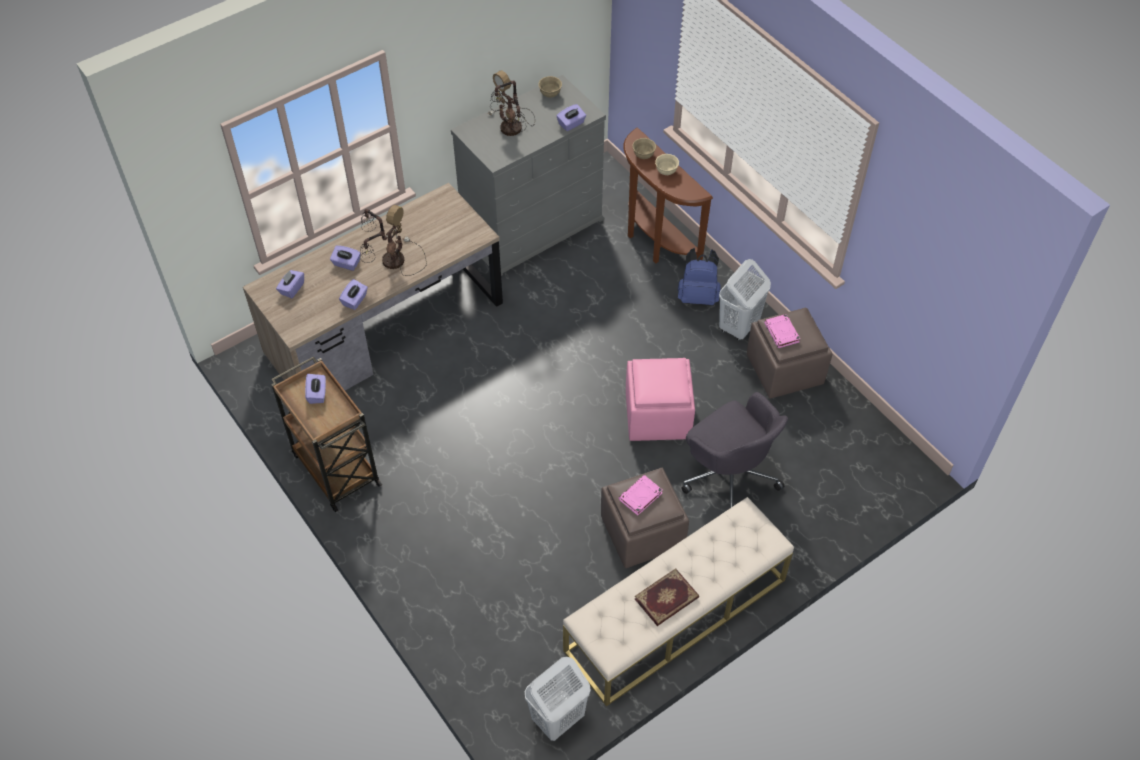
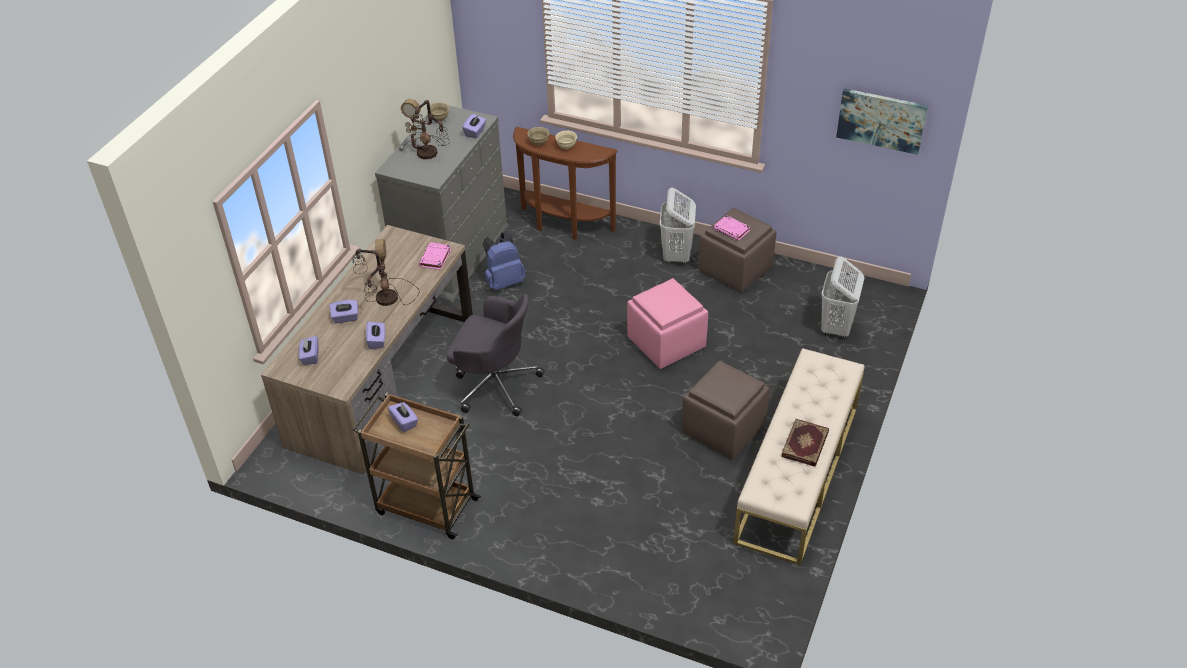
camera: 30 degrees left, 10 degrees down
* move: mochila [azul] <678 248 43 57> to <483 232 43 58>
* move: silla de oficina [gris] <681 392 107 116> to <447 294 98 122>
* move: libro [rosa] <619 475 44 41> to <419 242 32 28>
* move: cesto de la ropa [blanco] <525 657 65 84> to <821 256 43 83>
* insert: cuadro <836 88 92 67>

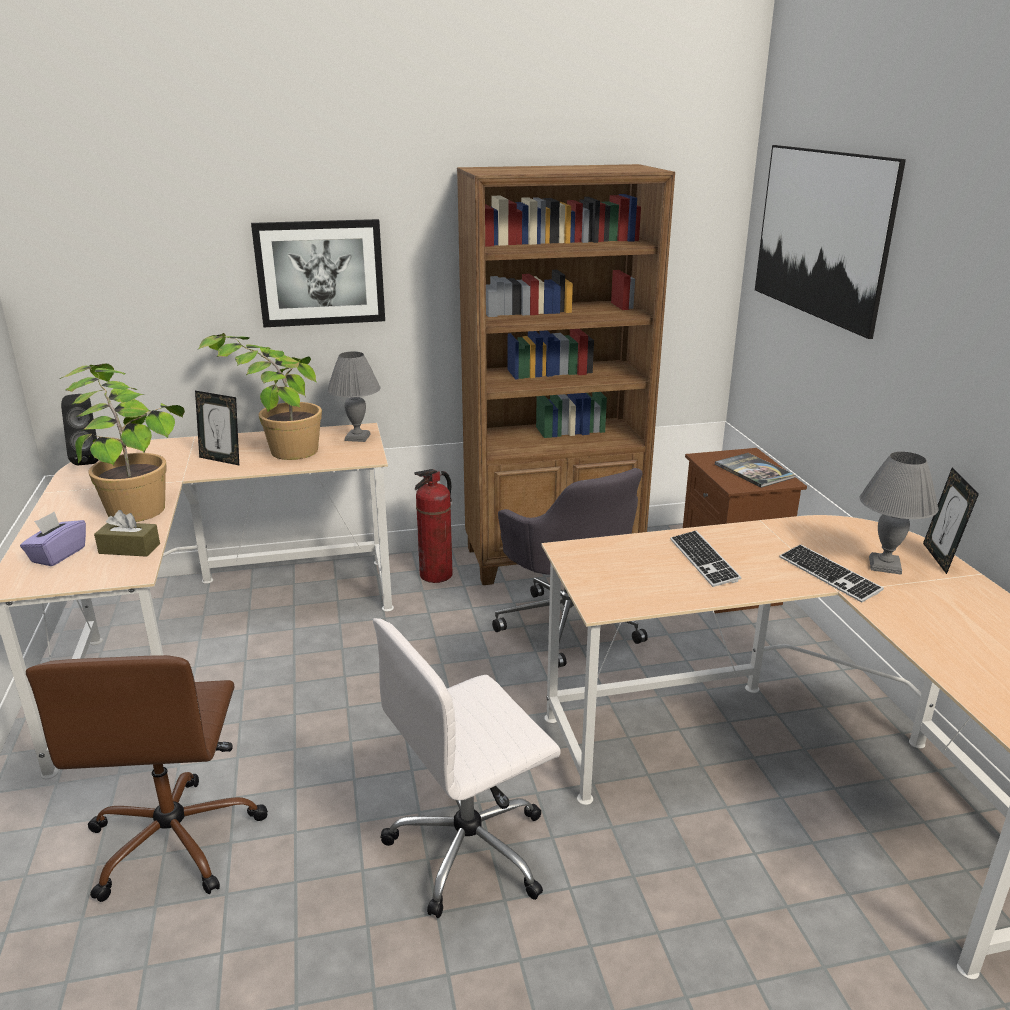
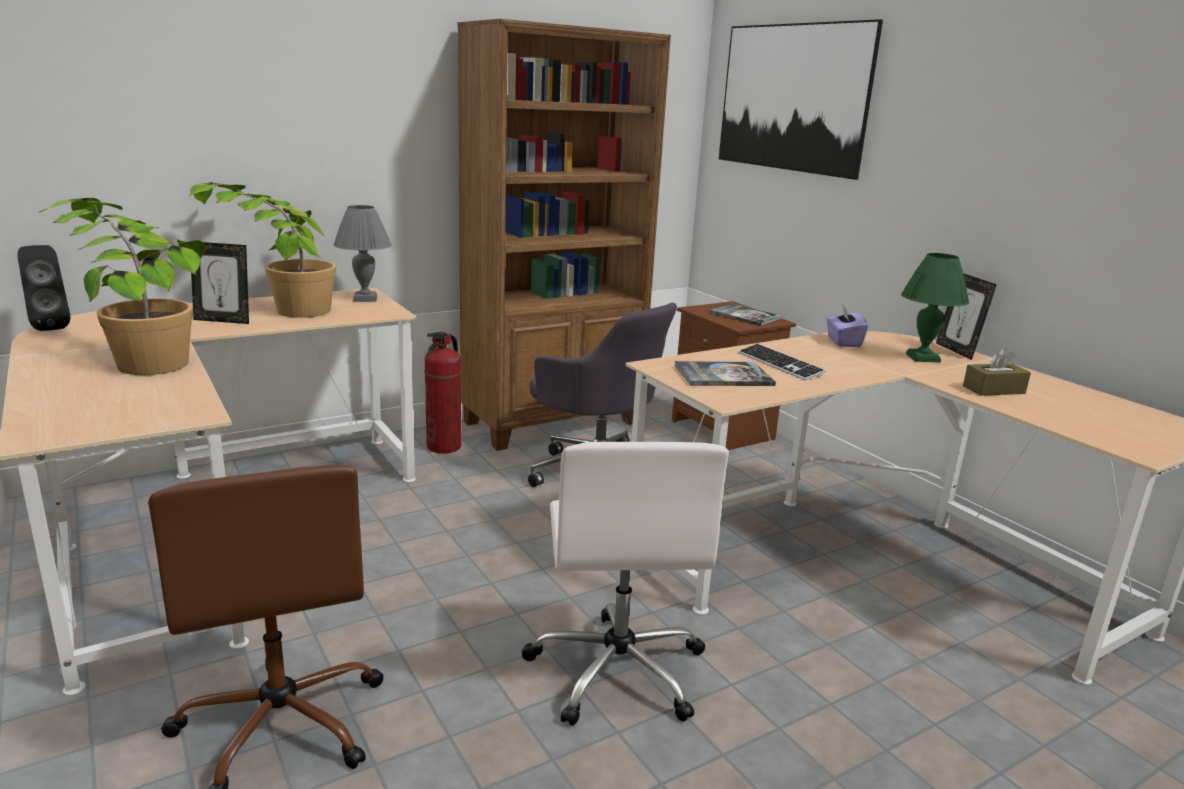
camera: 20 degrees left, 5 degrees down
* delete: cuadro <251 219 134 109>
* recolor: lámpara de mesa [gris] <860 452 79 123> to lámpara de mesa [verde] <901 253 68 110>
* move: caja de pañuelos [marrón] <94 510 66 47> to <963 348 68 48>
* move: caja de pañuelos [morado] <20 512 66 54> to <826 304 42 43>
* delete: teclado <780 544 104 58>
* rotate: silla de oficina [blanco] <373 618 187 300> = <522 442 207 284> 45 degrees counterclockwise
* insert: libro <675 361 101 25>

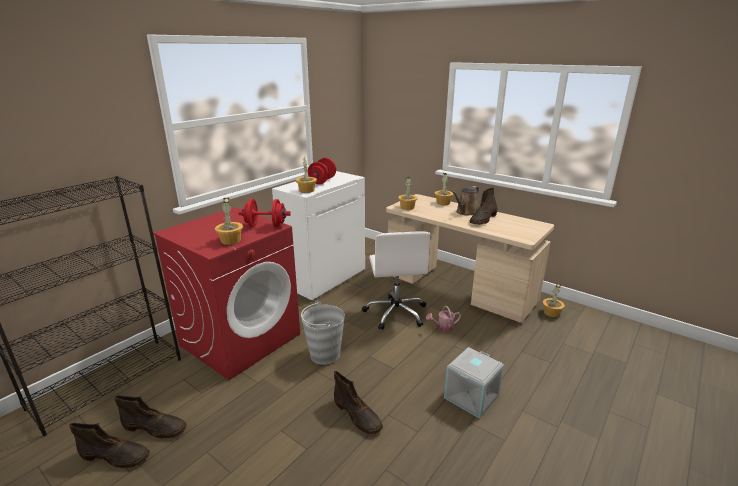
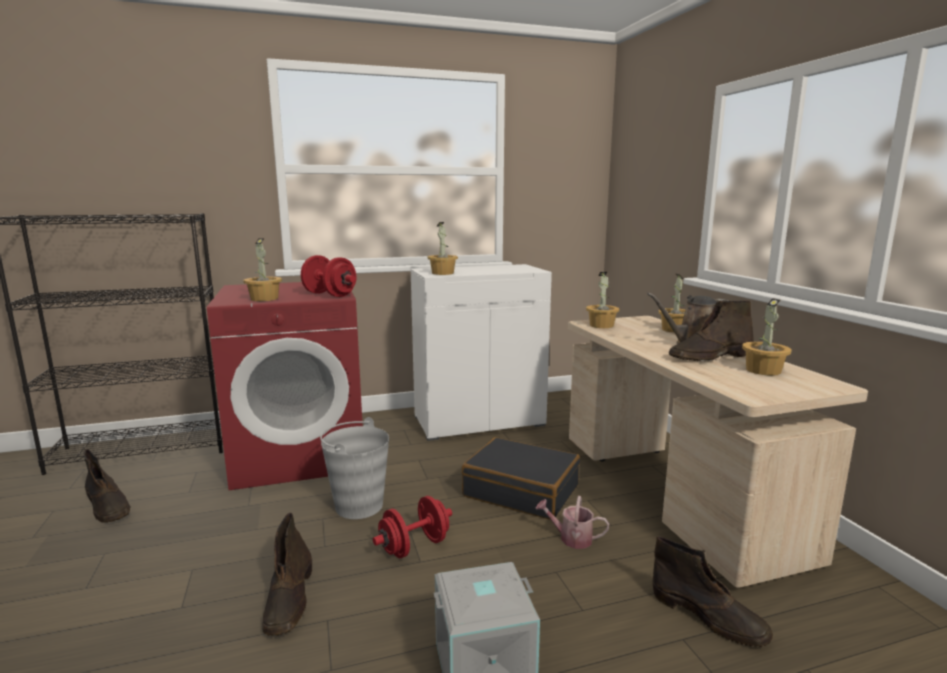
camera: 35 degrees right, 10 degrees down
* move: mancuerna [rojo] <308 158 28 26> to <373 496 79 62>
* replace: silla de oficina [blanco] <362 231 69 99> to maleta [negro] <462 437 118 83>
* move: planta en maceta <543 283 22 34> to <742 298 50 78>
* move: bota [marrón] <69 423 81 45> to <653 536 120 111>

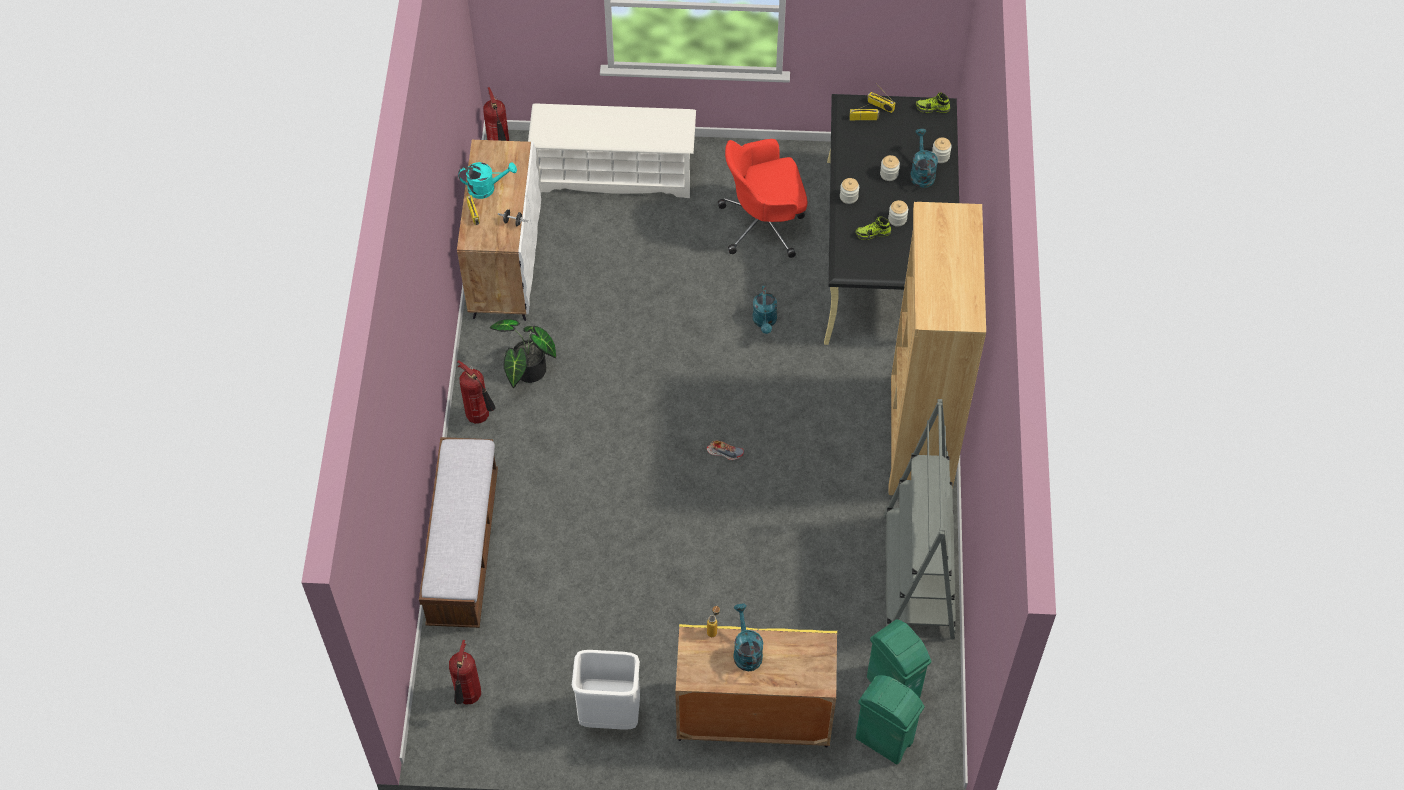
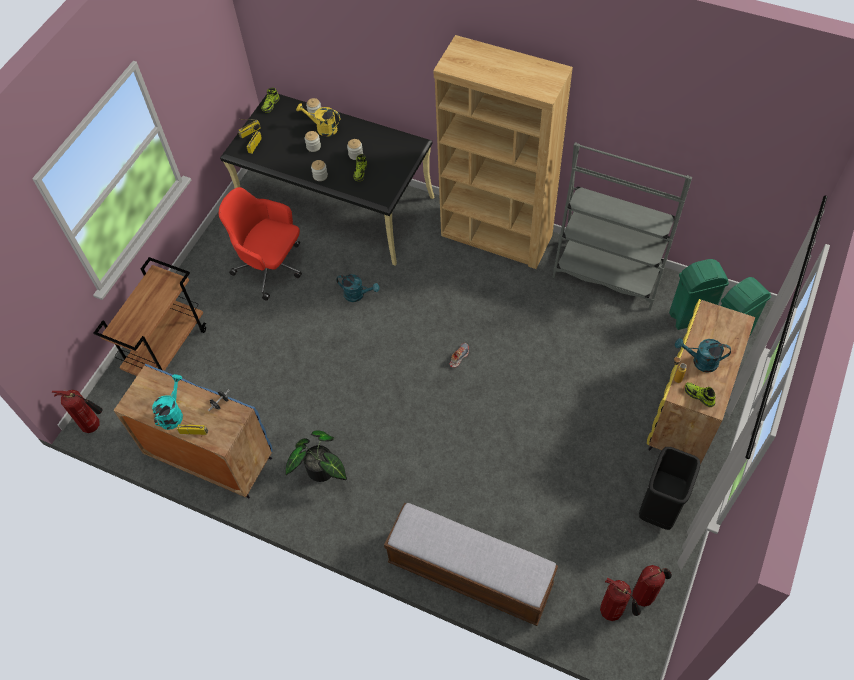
camera: 65 degrees left, 0 degrees up
* replace: zapatero [blanco] <528 103 168 95> to carrito [marrón] <94 257 112 119>
* recolor: regadera [turquesa] <910 129 28 59> to regadera [amarillo] <296 103 45 34>
* rotate: silla de oficina [rojo] <718 139 89 119> = <219 187 83 114> 105 degrees clockwise
* recolor: armario [blanco] <457 140 84 181> to armario [azul] <113 364 160 135>
* move: extintor <457 360 38 64> to <632 565 40 42>
* recolor: papelera [blanco] <572 650 68 80> to papelera [negro] <639 447 61 83>
* insert: zapato <685 382 30 25>

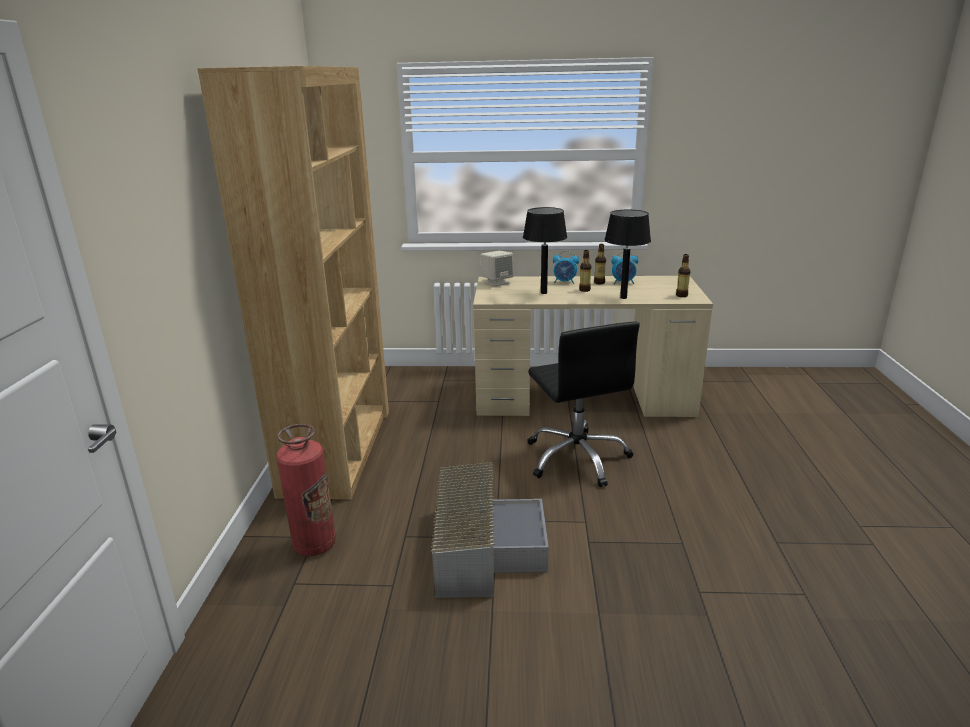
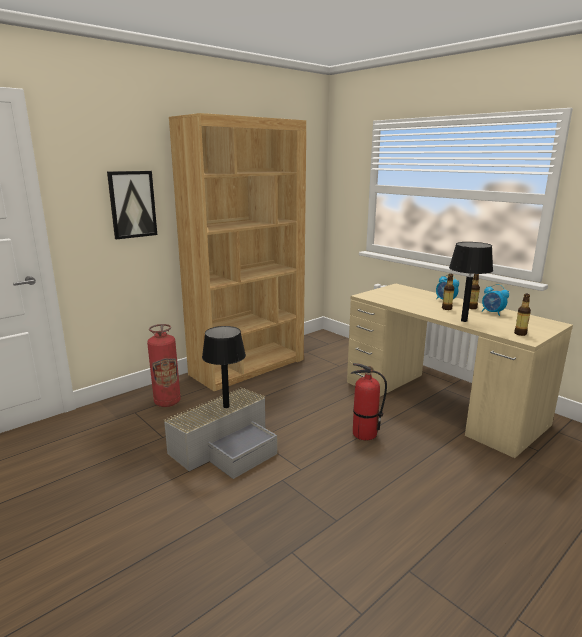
camera: 45 degrees right, 5 degrees down
* move: lámpara de mesa [negro] <523 207 44 87> to <202 326 44 82>
* delete: altavoz [beis] <480 251 34 36>
* replace: silla de oficina [negro] <527 322 113 165> to extintor <351 363 36 77>
* insert: cuadro <107 171 50 69>

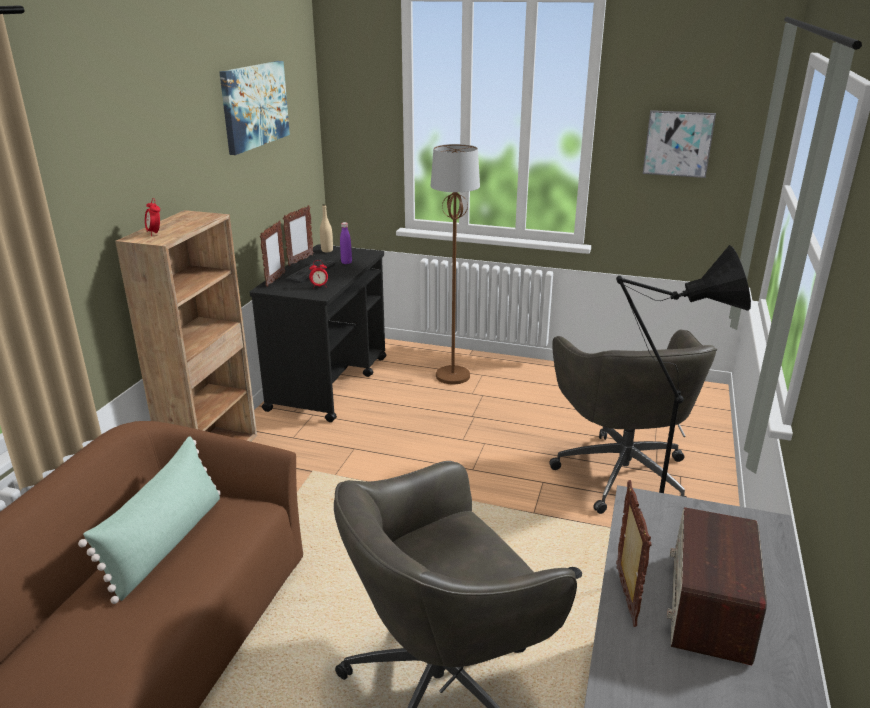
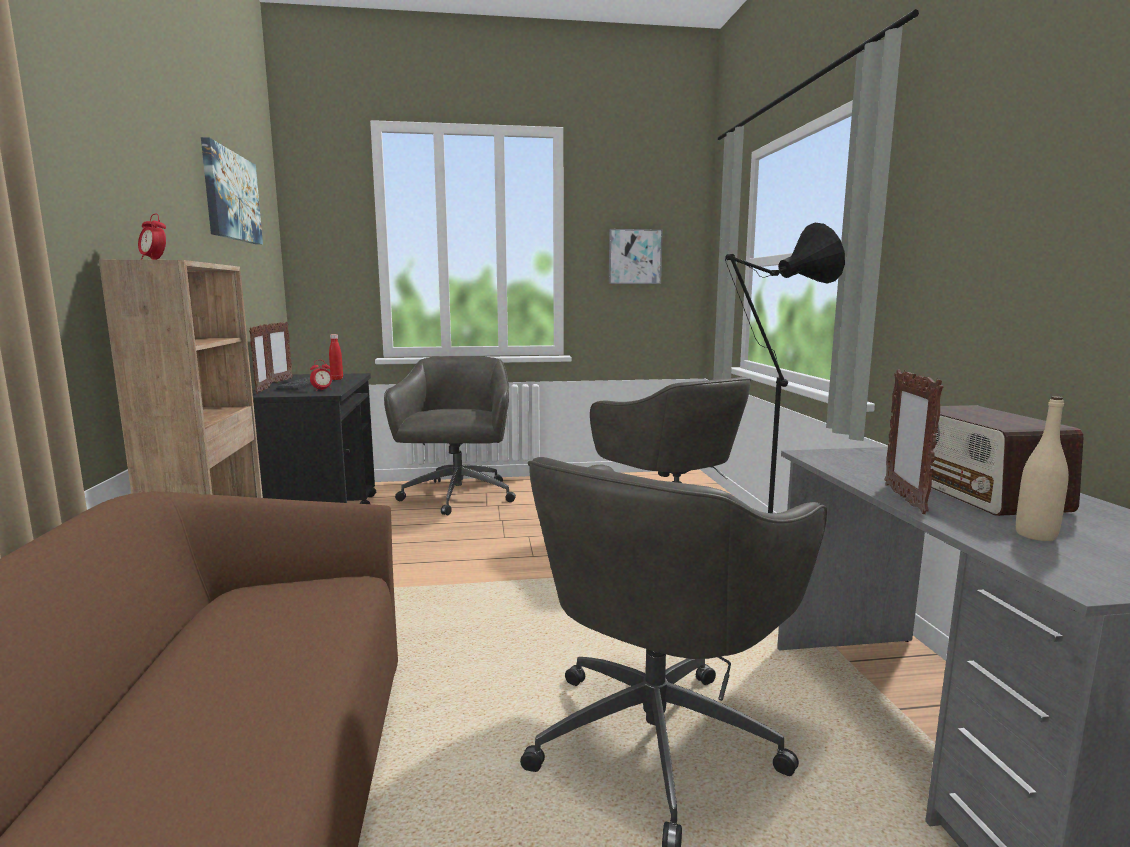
camera: 25 degrees left, 15 degrees down
* replace: lámpara de pie [marrón] <431 144 49 240> to silla de oficina [gris] <384 356 132 159>
* move: botella [beis] <320 204 13 48> to <1016 396 53 145>
* recolor: botella [morado] <340 222 12 42> to botella [rojo] <329 334 14 46>
* delete: cojín [verde] <78 437 143 167>
* rotate: portarretratos <616 480 36 147> = <885 370 58 144> 150 degrees counterclockwise

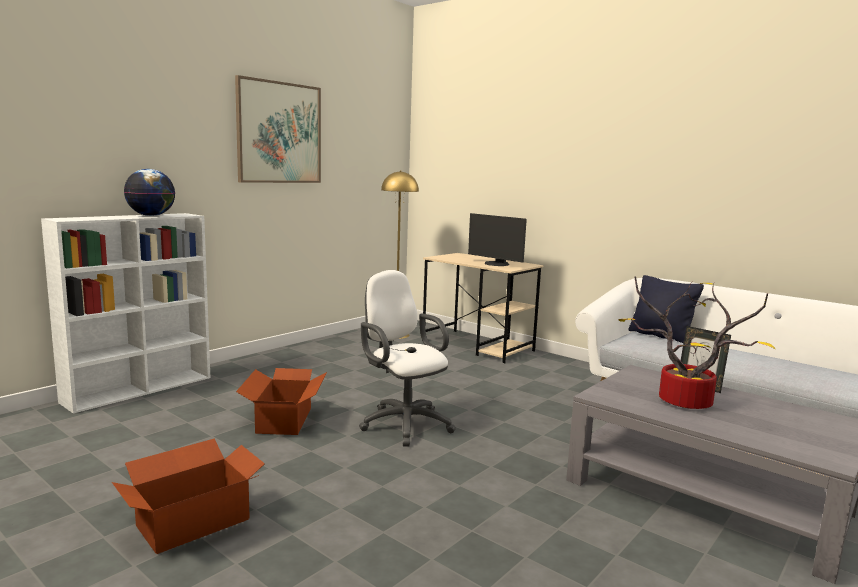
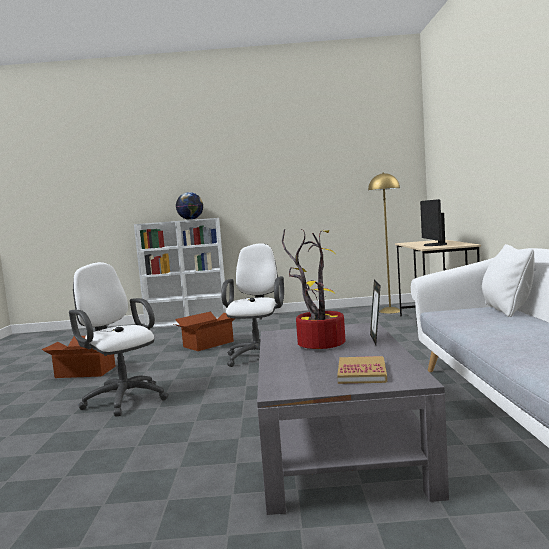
camera: 50 degrees right, 5 degrees down
* delete: cuadro <235 75 86 108>
* recolor: cojín [negro] <628 275 76 68> to cojín [blanco] <482 244 53 73>
* insert: silla de oficina [blanco] <69 262 100 155>
* insert: libro <337 356 50 28>

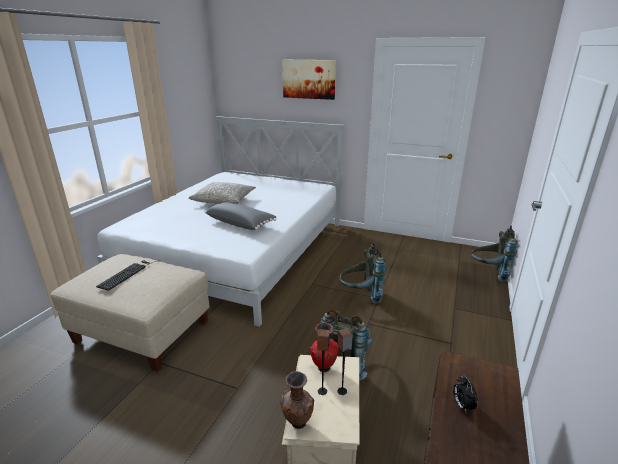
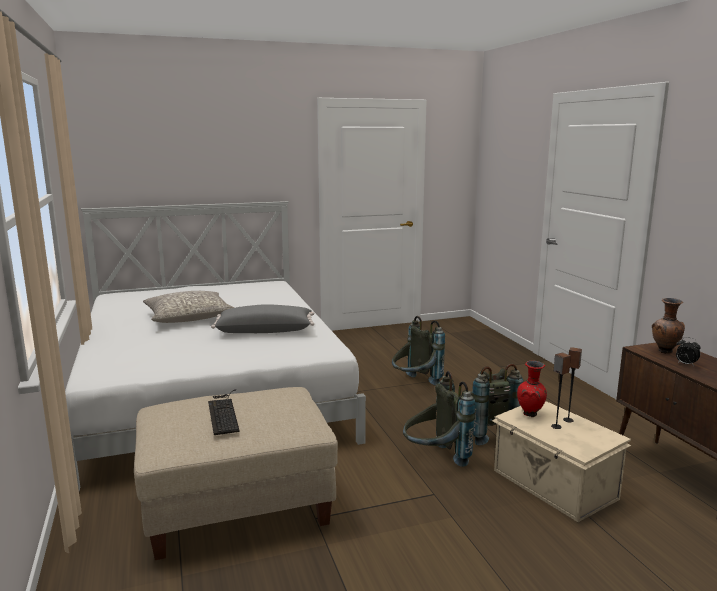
camera: 40 degrees left, 10 degrees down
* delete: cuadro <282 60 54 40>
* move: mochila [gris] <471 226 47 56> to <403 371 73 96>
* move: florero [marrón] <280 371 34 58> to <652 298 33 56>

